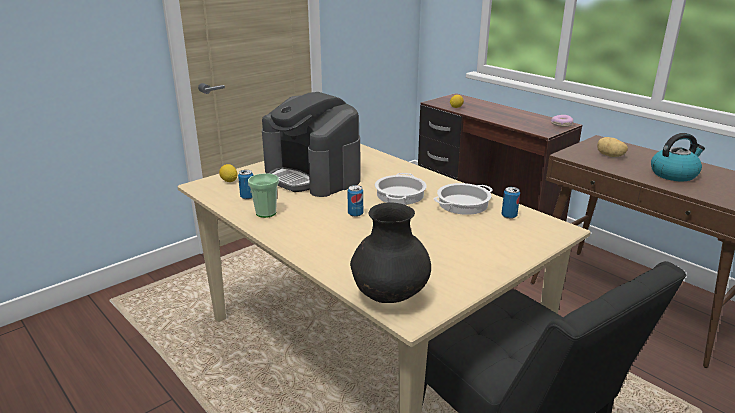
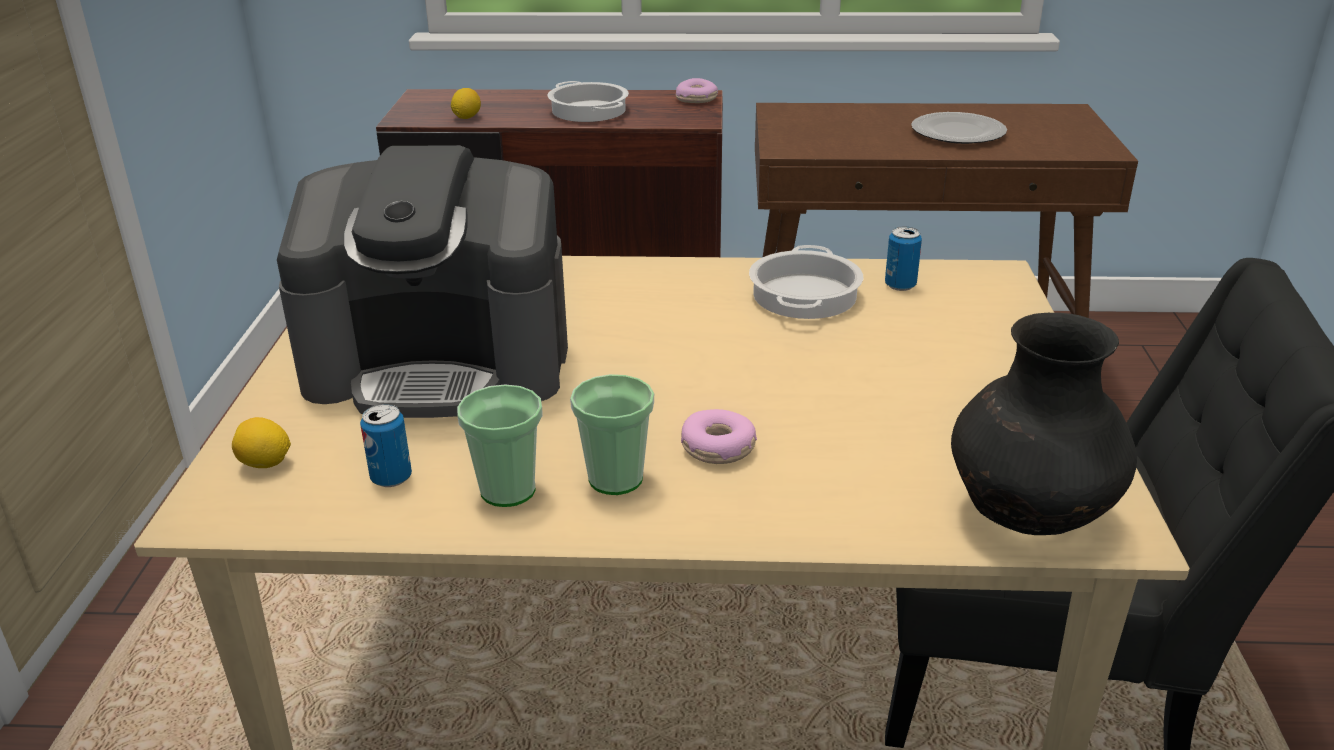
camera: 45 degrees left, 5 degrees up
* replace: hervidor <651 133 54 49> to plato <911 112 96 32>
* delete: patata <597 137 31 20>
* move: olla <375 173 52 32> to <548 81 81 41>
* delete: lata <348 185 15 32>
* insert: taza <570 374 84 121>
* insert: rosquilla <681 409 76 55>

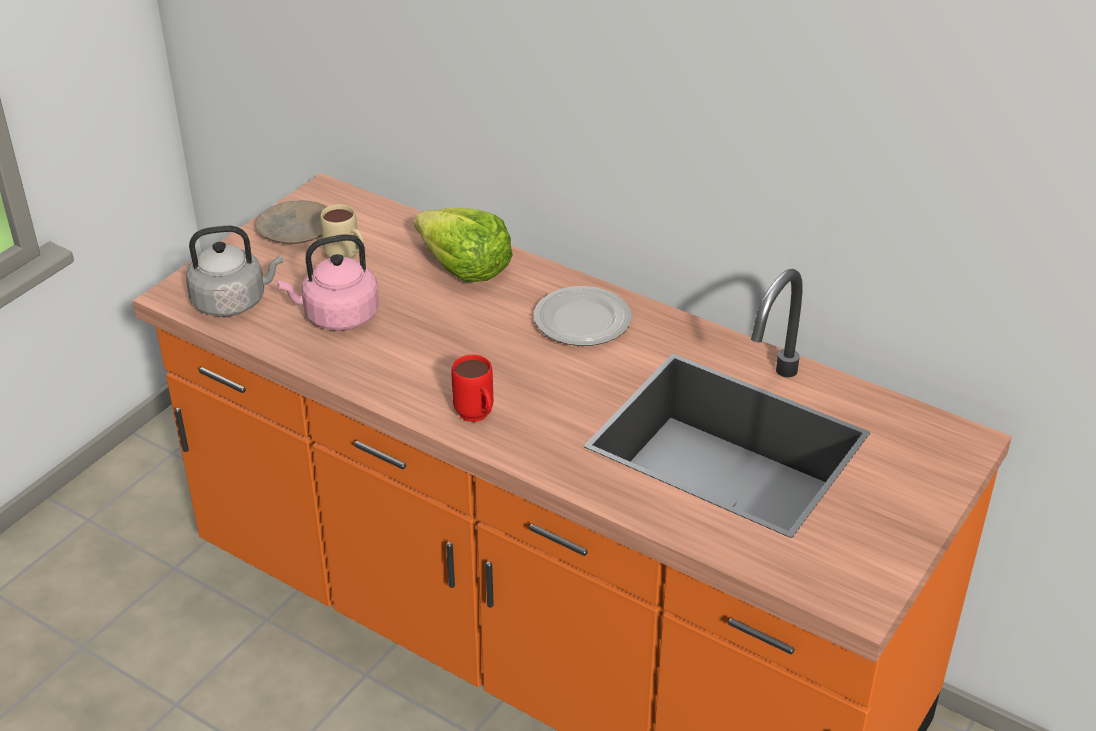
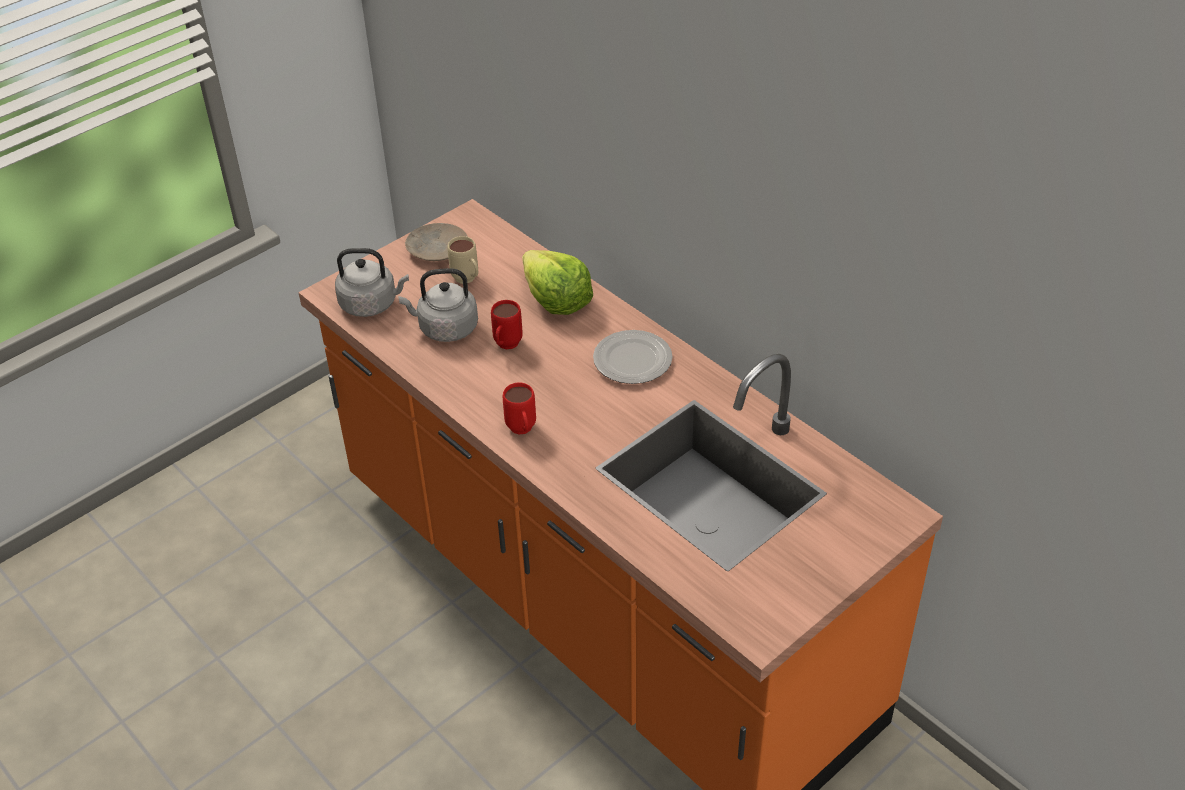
camera: 15 degrees right, 5 degrees up
* recolor: hervidor [rosa] <277 234 102 97> to hervidor [gris] <398 268 80 74>
* insert: taza grande [rojo] <491 300 32 49>

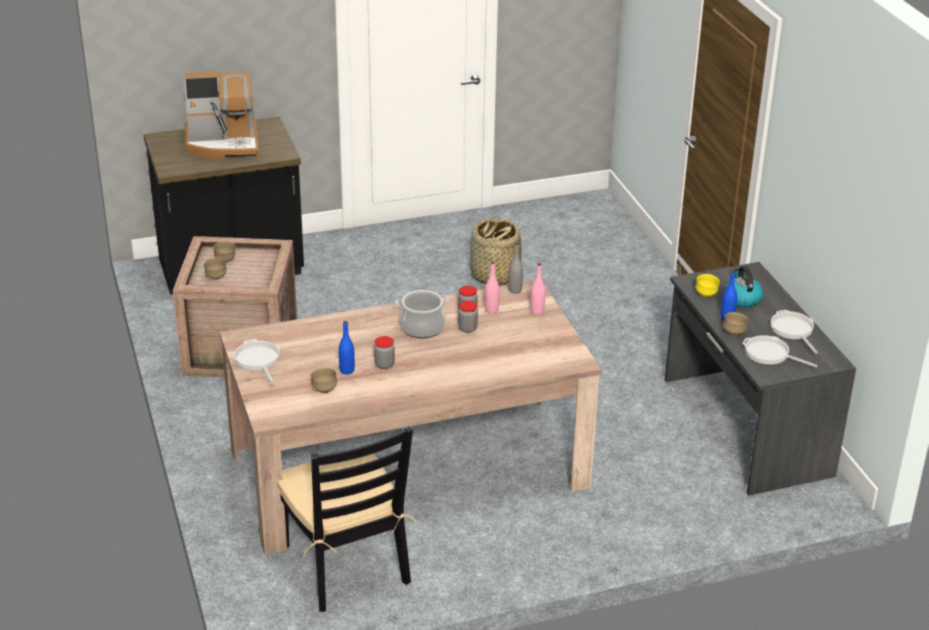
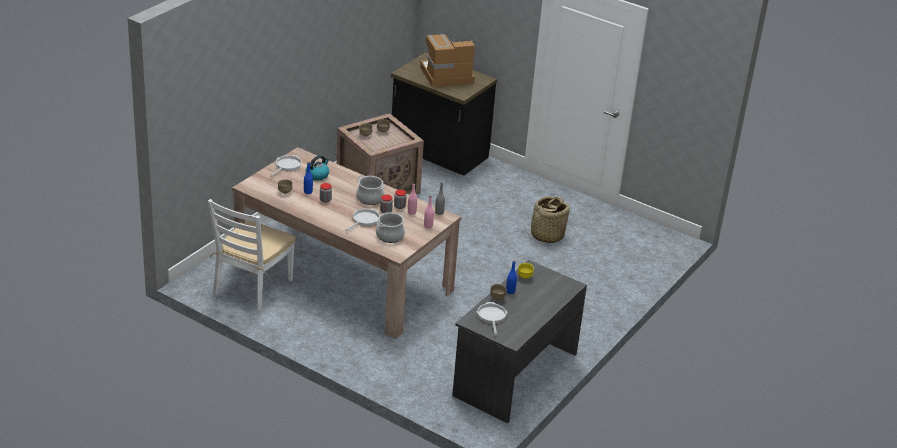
camera: 50 degrees right, 0 degrees up
* rotate: cafetera <184 71 75 88> = <420 34 55 53> 120 degrees clockwise
* move: hervidor <725 266 38 41> to <306 155 23 26>
* move: sartén <771 310 47 44> to <345 209 35 22>
* recolor: silla [negro] <277 426 139 186> to silla [blanco] <208 199 87 112>
* insert: olla <376 212 29 31>

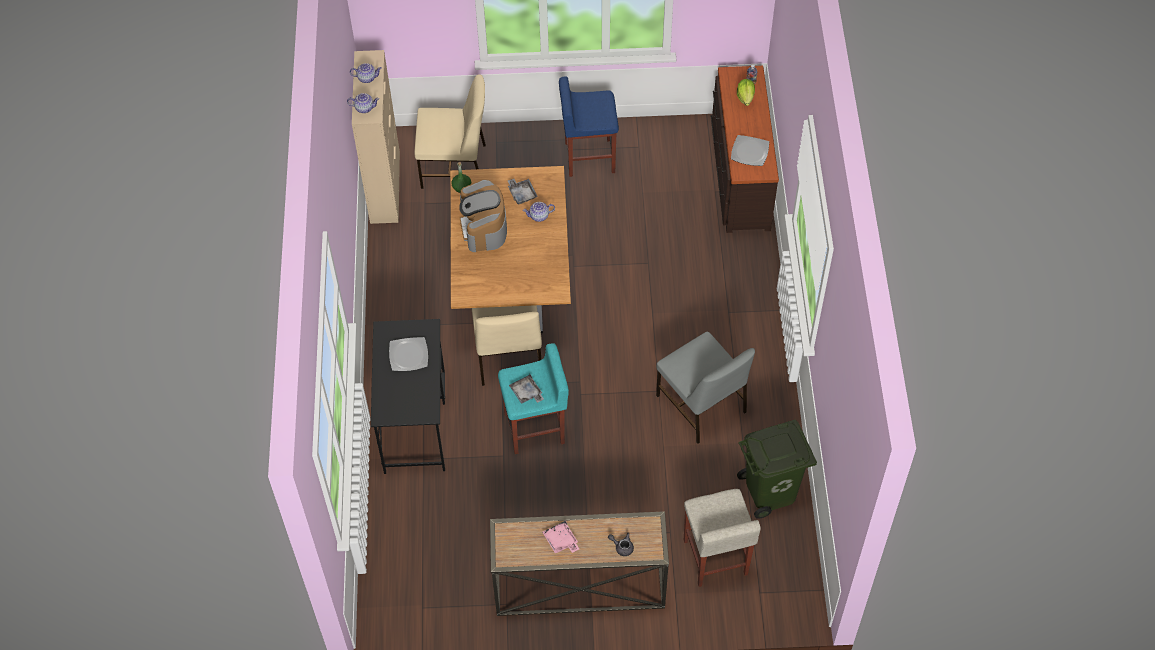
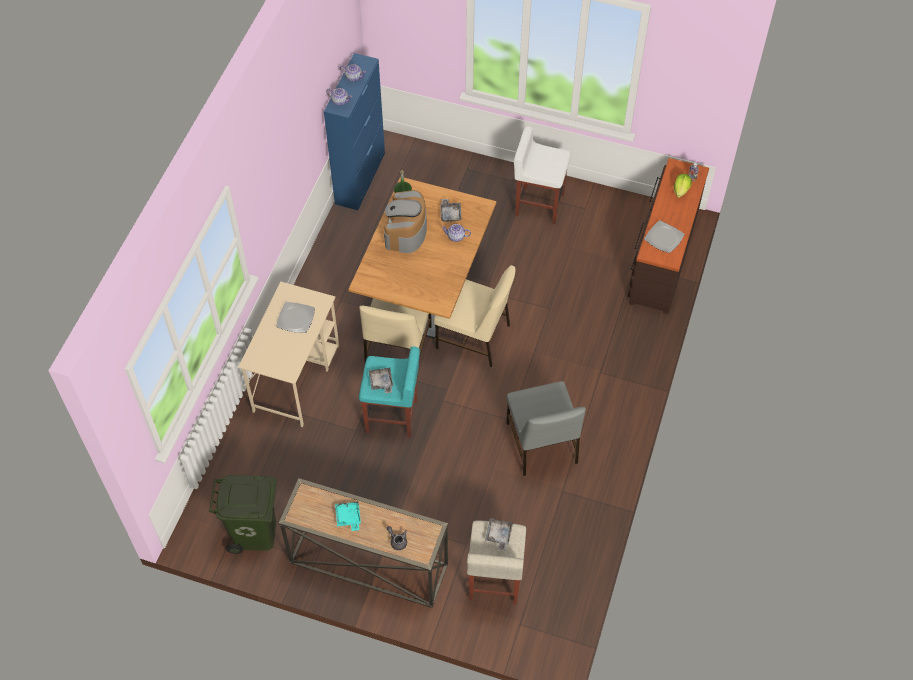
camera: 20 degrees right, 0 degrees up
* recolor: armario [beis] <352 50 48 174> to armario [azul] <324 53 61 157>
* move: silla [beis] <414 74 72 115> to <434 265 82 102>
* recolor: taburete [azul] <559 77 60 100> to taburete [blanco] <514 126 57 98>
* recolor: escritorio [negro] <371 319 74 155> to escritorio [beis] <238 282 101 145>
* move: papelera [verde] <737 419 80 100> to <209 475 68 79>
* recolor: bandeja [rosa] <542 521 37 33> to bandeja [turquesa] <335 501 26 30>
* insert: bandeja [gris] <485 518 28 32>

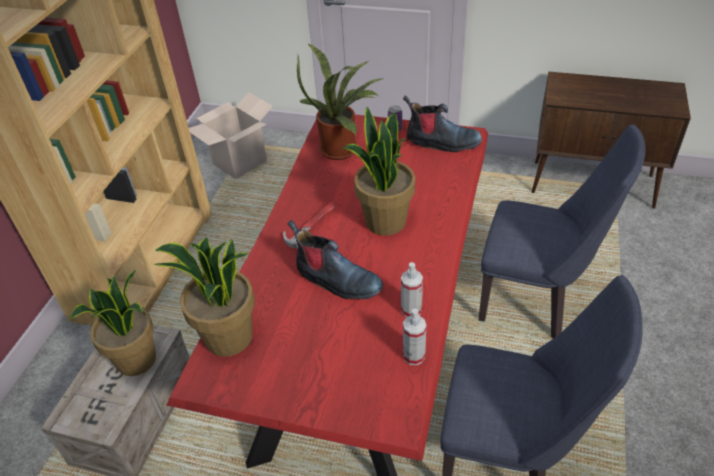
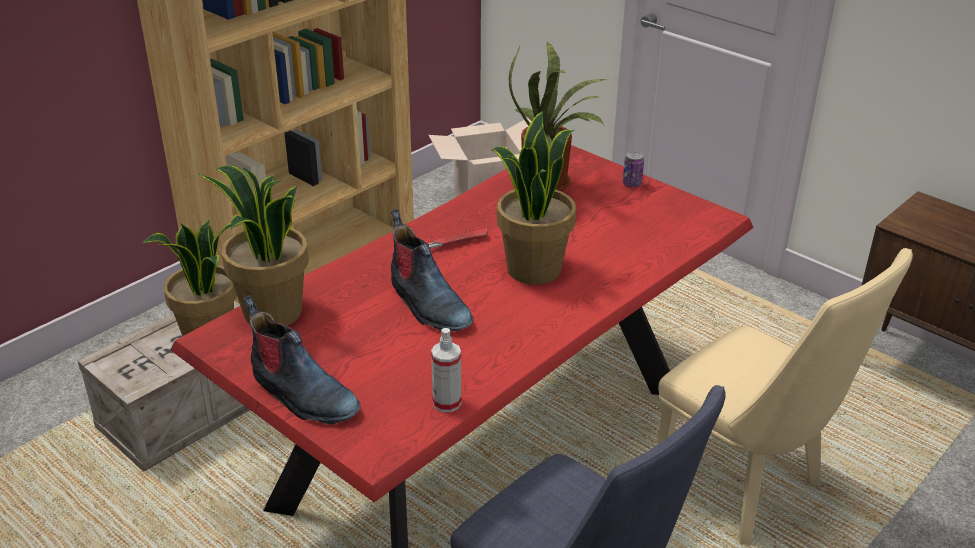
camera: 25 degrees right, 10 degrees down
* move: bota <403 95 79 57> to <243 295 117 130>
* recolor: silla [azul] <479 125 166 214> to silla [beis] <657 248 256 297>
* delete: pulverizador <401 262 22 55>

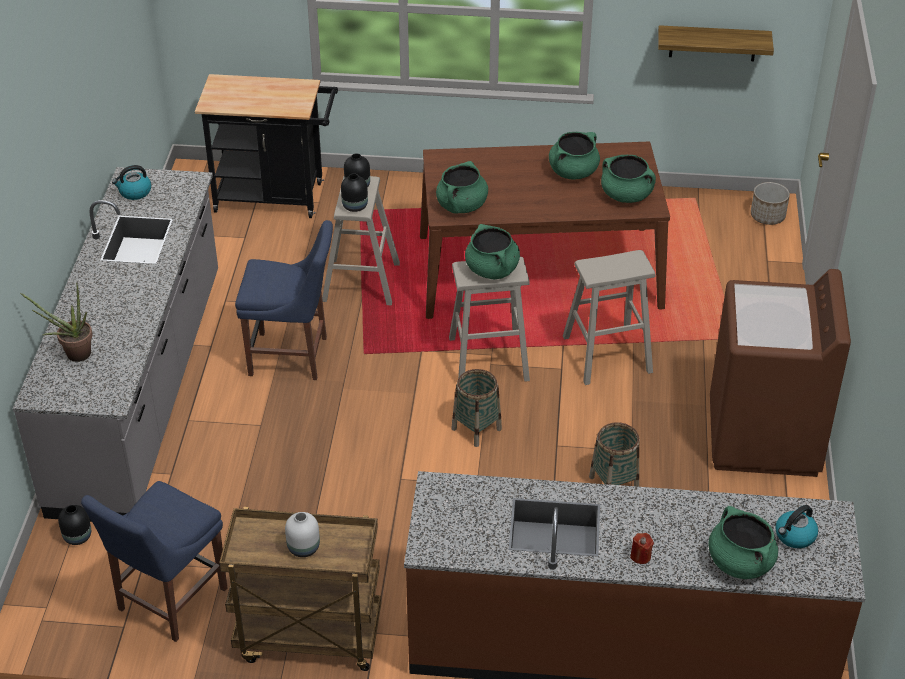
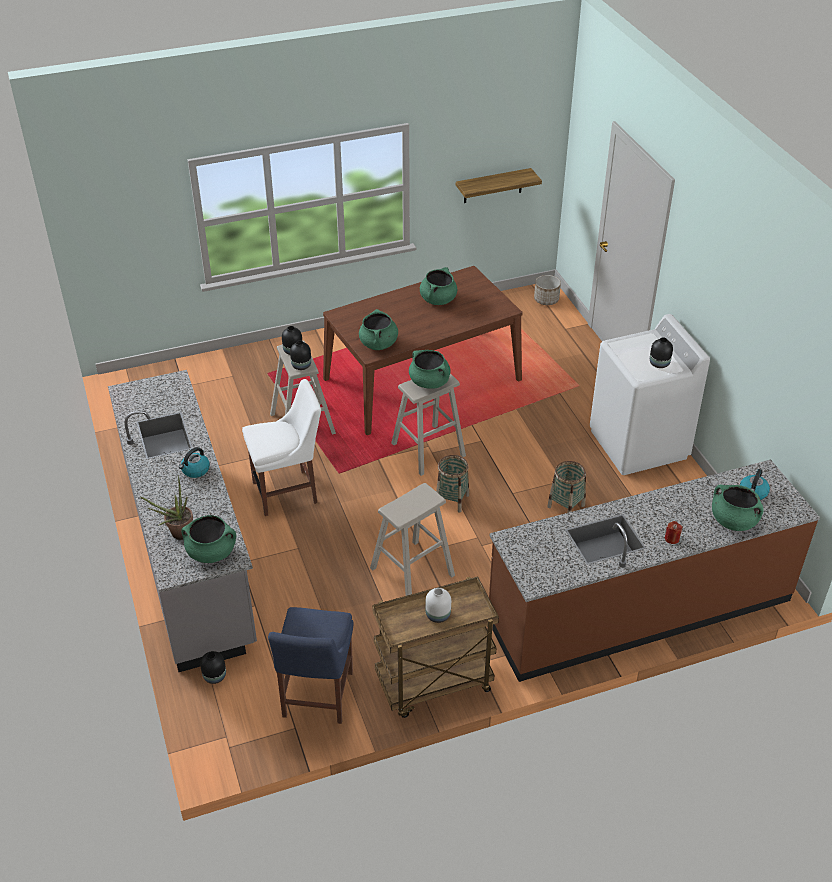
camera: 25 degrees left, 0 degrees up
* delete: carrito [negro] <195 74 143 144>
* move: olla [verde] <601 155 55 48> to <181 515 55 48>
* move: hervidor <112 165 39 35> to <179 447 31 31>
* recolor: silla [azul] <235 220 98 160> to silla [blanco] <242 379 79 137>
* move: taburete [beis] <563 250 93 135> to <370 483 85 113>
* recolor: lavadora [marrón] <710 269 141 208> to lavadora [blanco] <590 314 120 161>
* insert: florero [negro] <650 338 23 30>

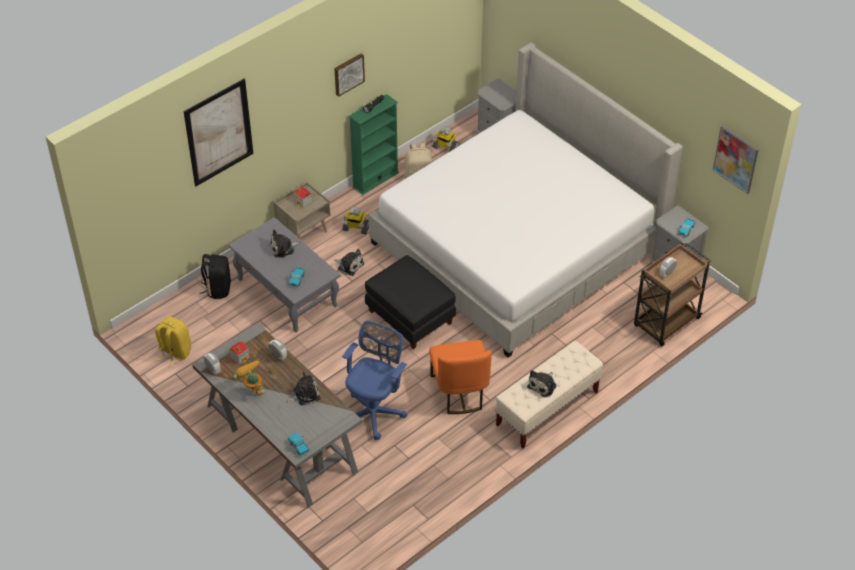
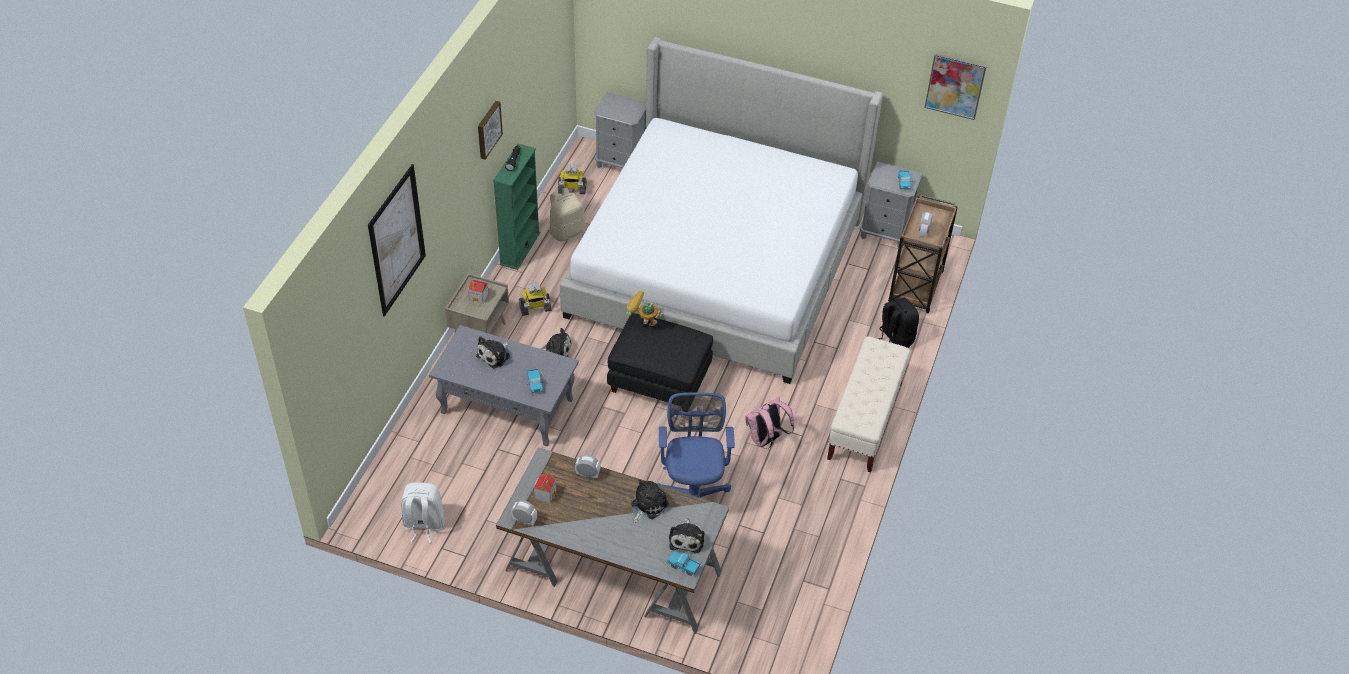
camera: 30 degrees left, 0 degrees up
* move: mochila [negro] <200 254 31 45> to <878 298 41 50>
* recolor: mochila [amarillo] <155 317 36 50> to mochila [blanco] <401 482 44 61>
* replace: silla [naranja] <429 340 63 74> to mochila [rosa] <746 397 48 52>
* move: robot de juguete <233 360 32 35> to <626 290 37 36>
* move: peluche <527 370 30 27> to <669 518 35 35>

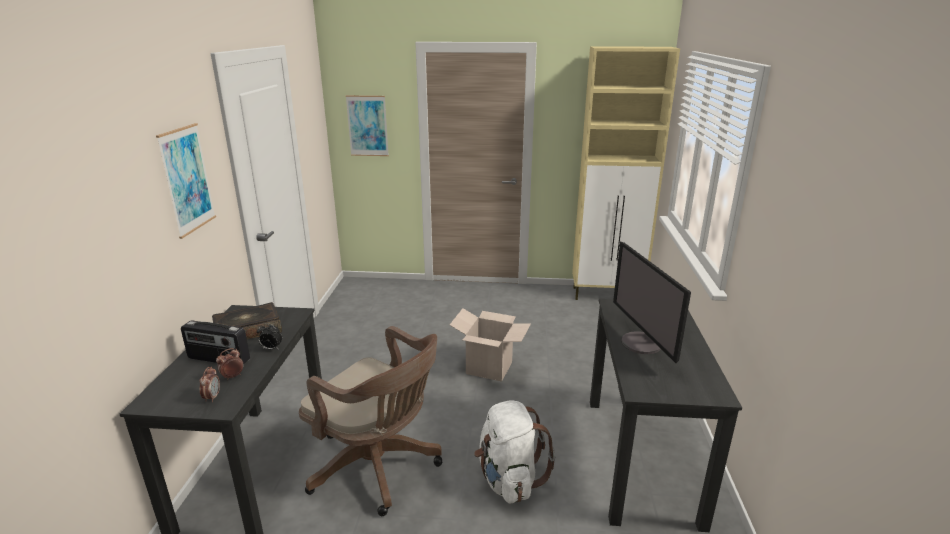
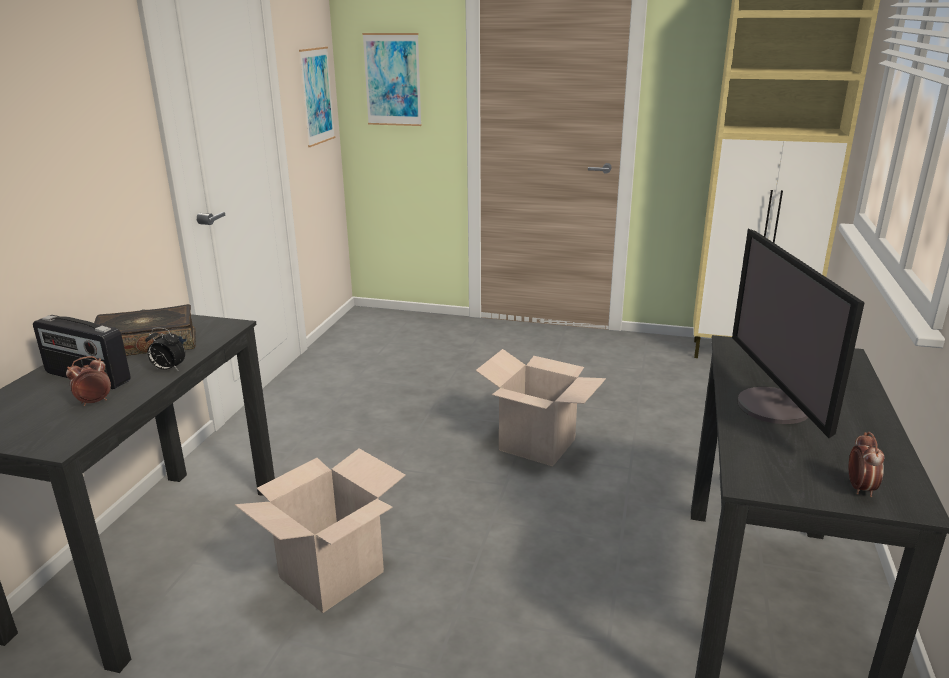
camera: 10 degrees right, 0 degrees up
* move: cuadro <156 123 60 116> to <299 47 36 100>
* replace: silla de oficina [marrón] <299 326 144 190> to caja de cartón <235 448 171 165>
* move: despertador <199 367 21 35> to <849 432 35 65>
* delete: mochila [blanco] <474 401 82 103>

